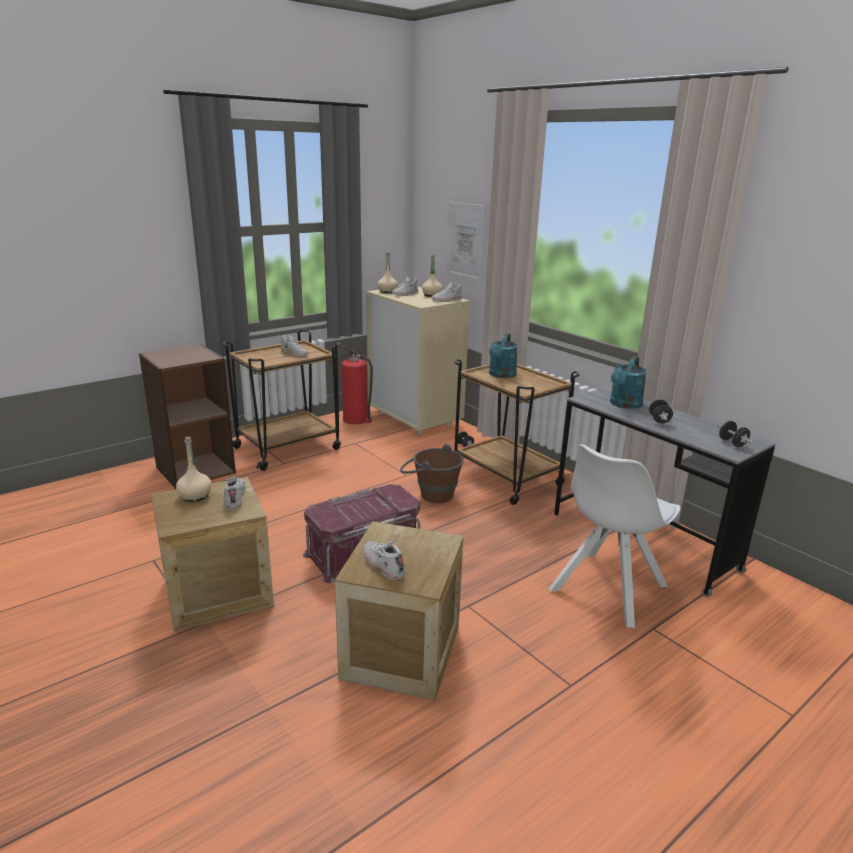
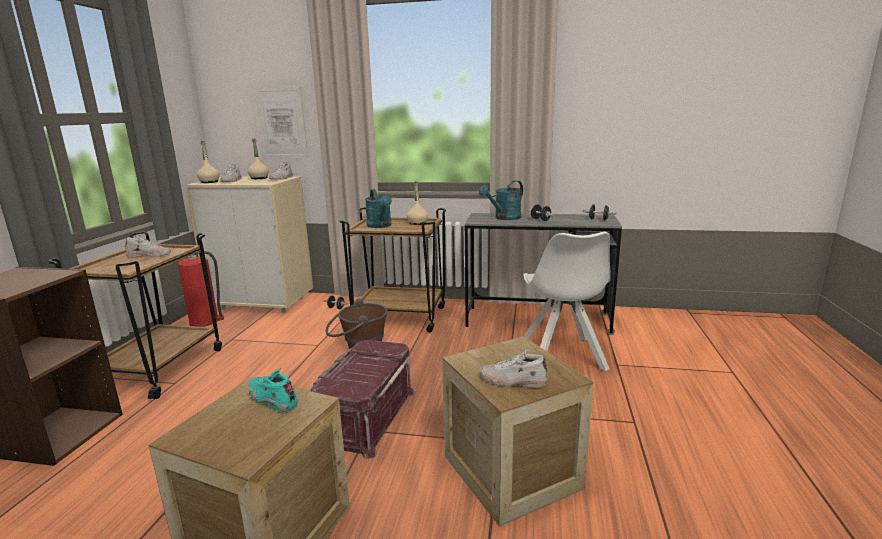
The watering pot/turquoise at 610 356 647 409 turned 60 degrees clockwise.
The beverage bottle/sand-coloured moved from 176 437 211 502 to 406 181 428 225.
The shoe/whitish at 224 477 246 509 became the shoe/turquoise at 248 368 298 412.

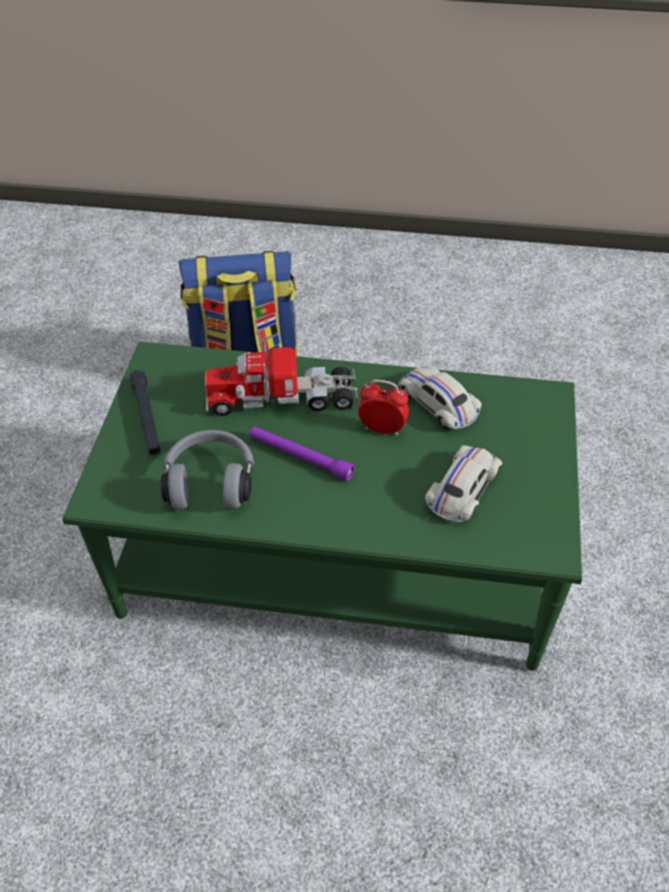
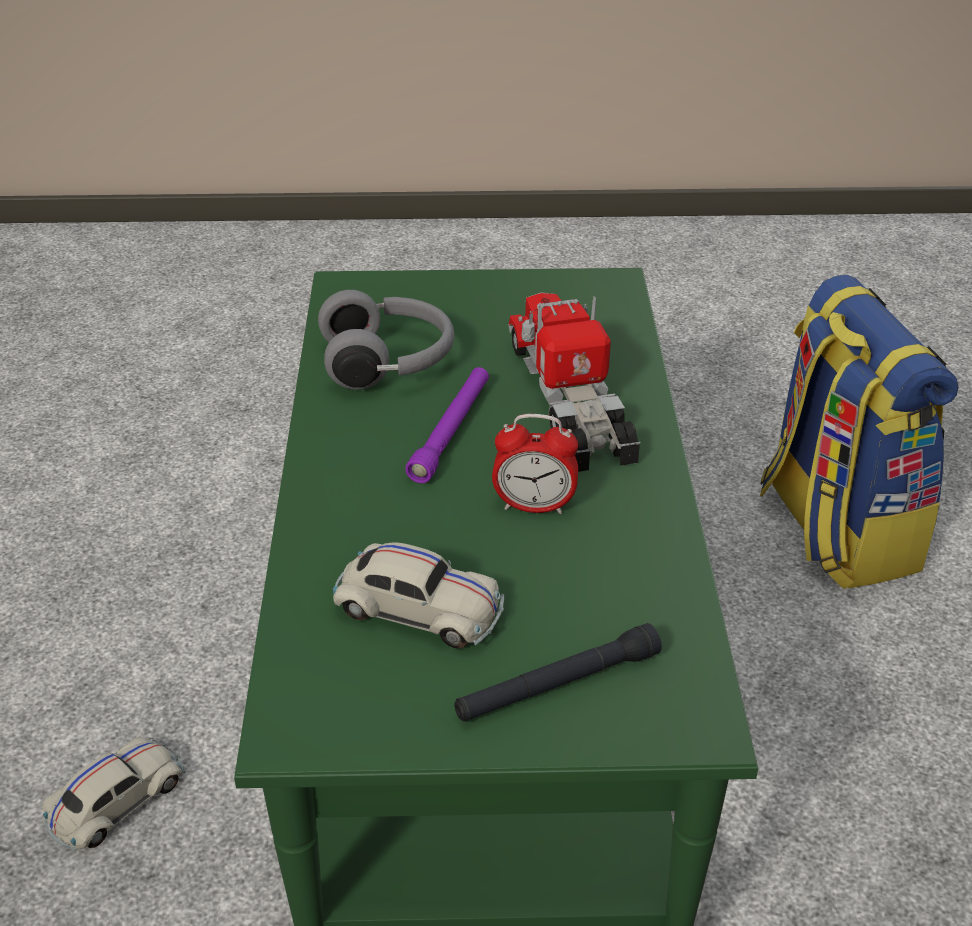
The miniature car/whitish moved from 397 365 481 429 to 42 737 186 850.
The torch/black-coloured moved from 130 370 160 455 to 454 623 662 722.
The bedside clock at 358 380 409 436 turned 90 degrees clockwise.

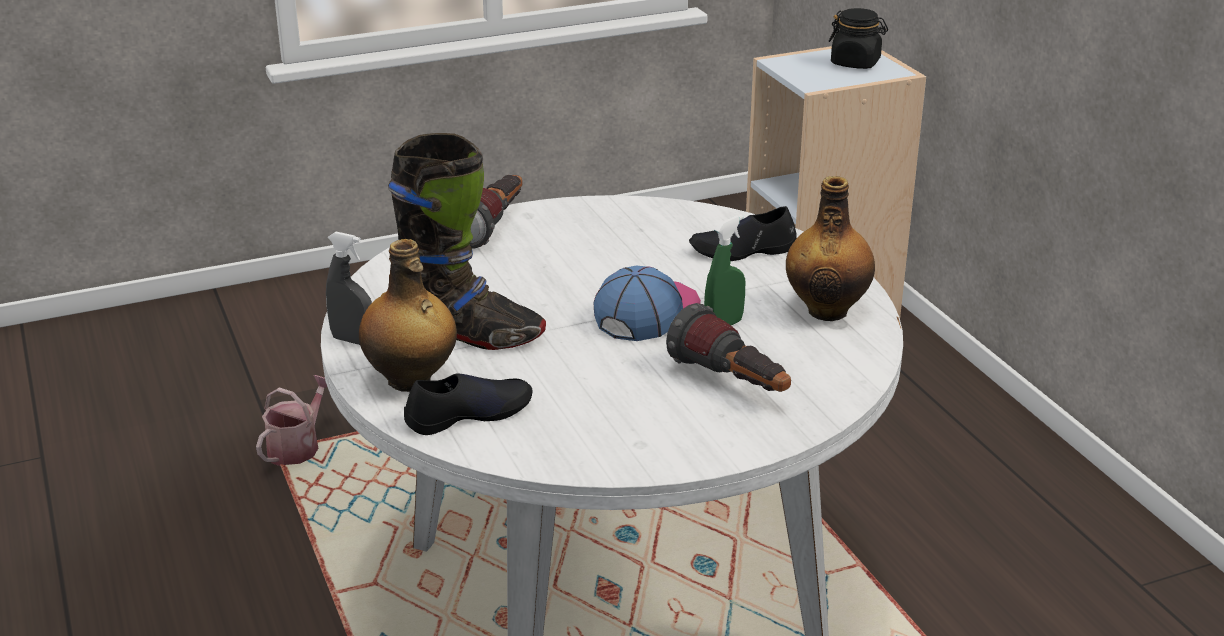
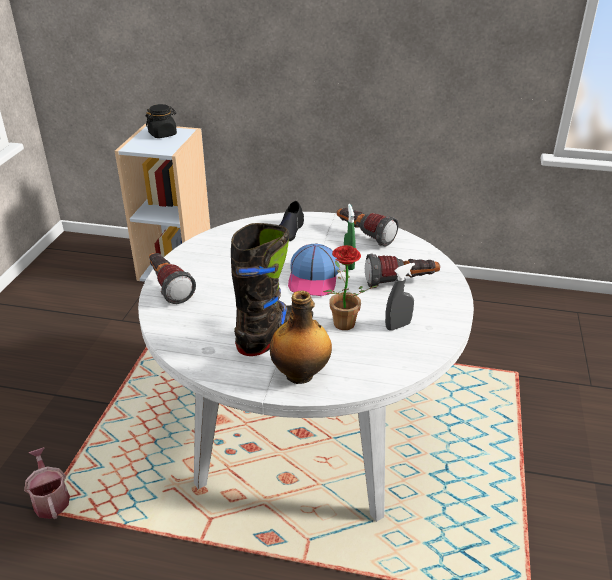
The beverage bottle at 786 176 875 321 was replaced by the torch at 337 208 398 247.
The spray bottle/greyish moved from 326 232 372 345 to 385 263 415 331.
The peaked cap at 594 266 701 341 turned 150 degrees counterclockwise.
The shoe/black-coloured at 404 374 532 435 disappeared.
The potted plant at 323 245 379 330 appeared.

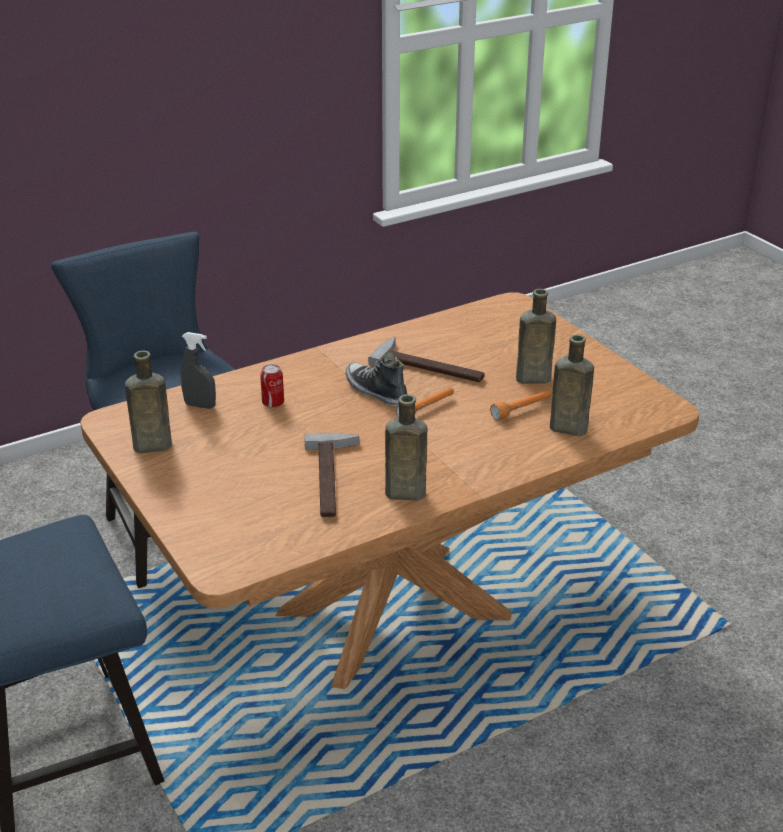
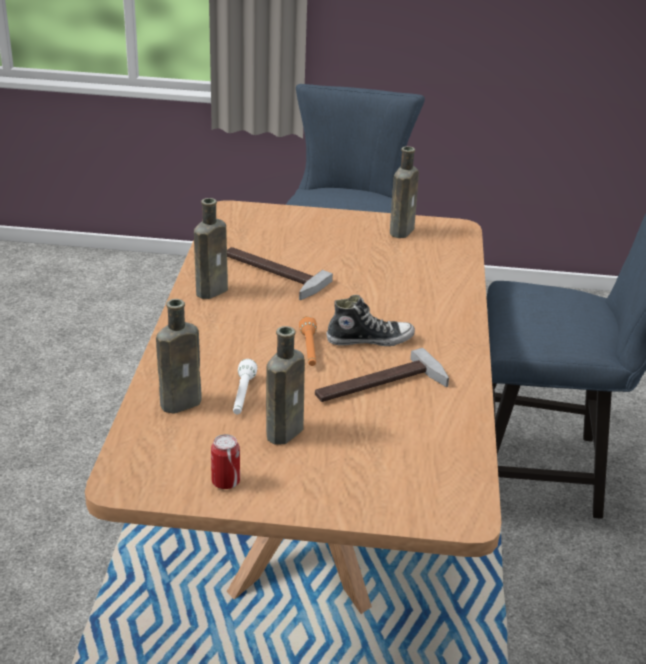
The spray bottle/greyish at 180 332 216 409 disappeared.
The can moved from 260 364 284 408 to 211 434 240 489.
The torch/orange at 490 390 552 420 became the torch/whitish at 233 359 258 414.

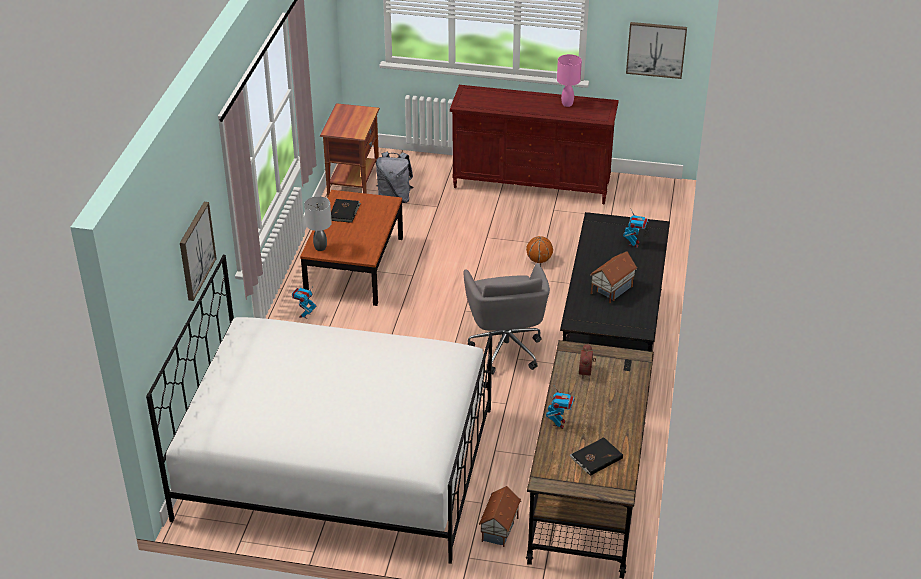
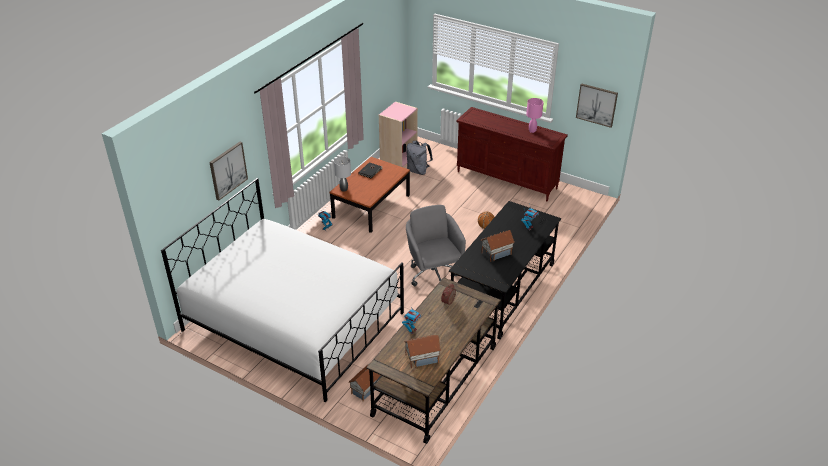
The night table at 320 103 380 197 was replaced by the shelving unit/pink-coloured at 379 101 418 167.
The computer chair/greyish at 463 263 550 374 turned 150 degrees clockwise.
The book/black-coloured at 569 437 623 476 was replaced by the model house at 404 335 441 368.

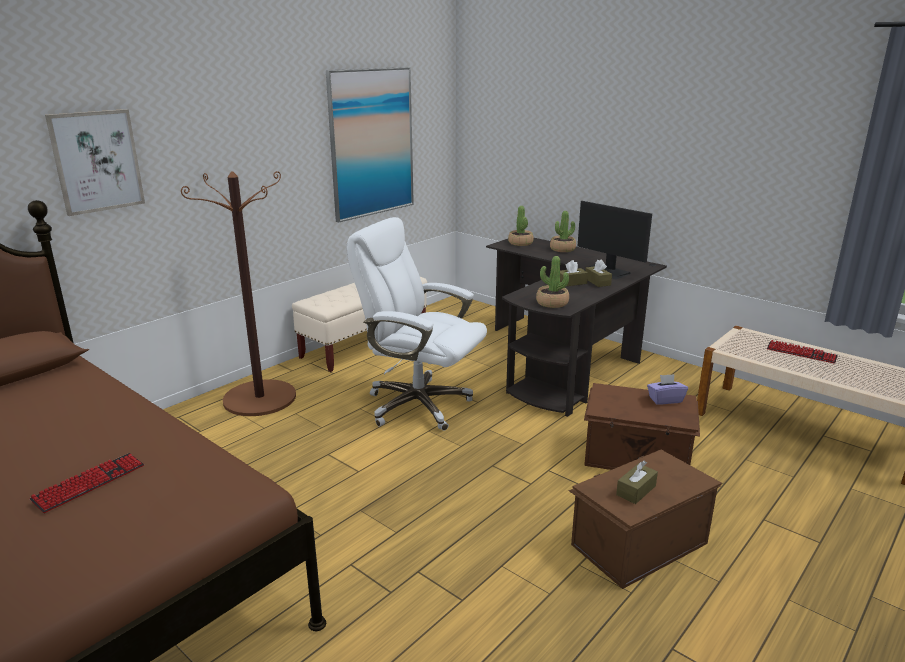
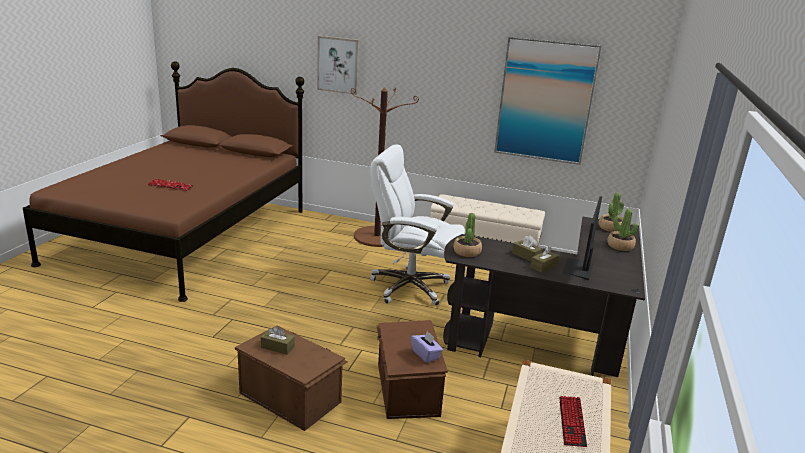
The computer chair/whitish at 347 217 487 431 turned 75 degrees counterclockwise.

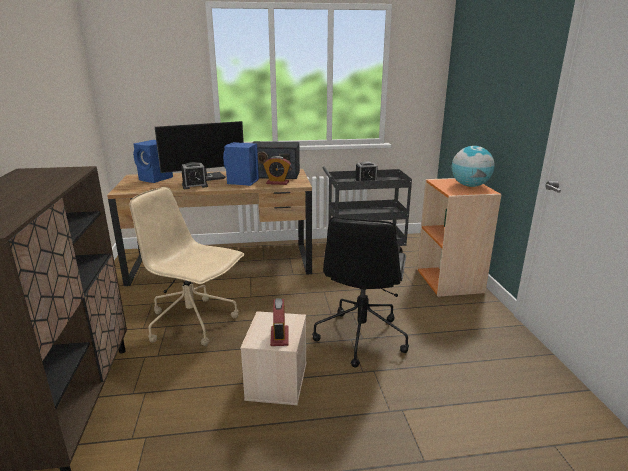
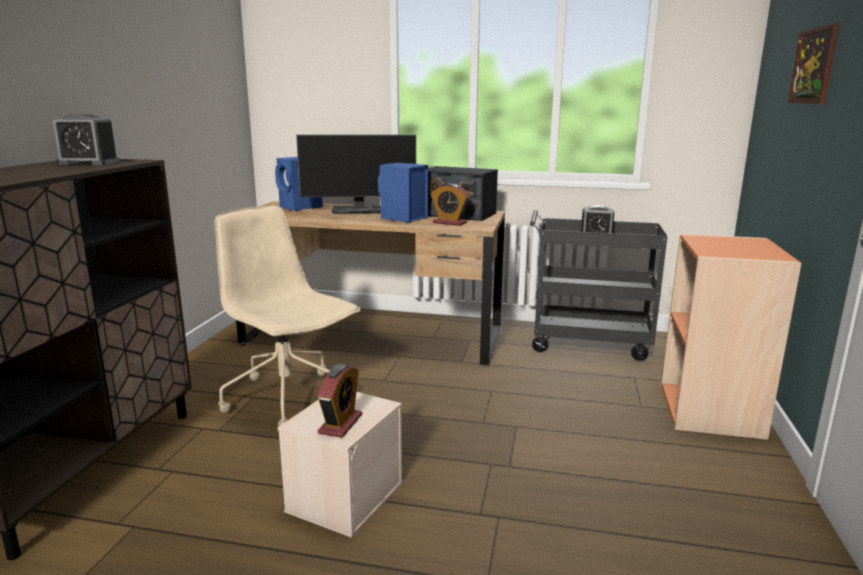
The desk globe at 452 146 495 187 disappeared.
The bedside clock moved from 181 162 208 189 to 53 114 119 165.
The computer chair/black-coloured at 312 217 409 368 disappeared.
The wall picture at 788 23 840 104 appeared.

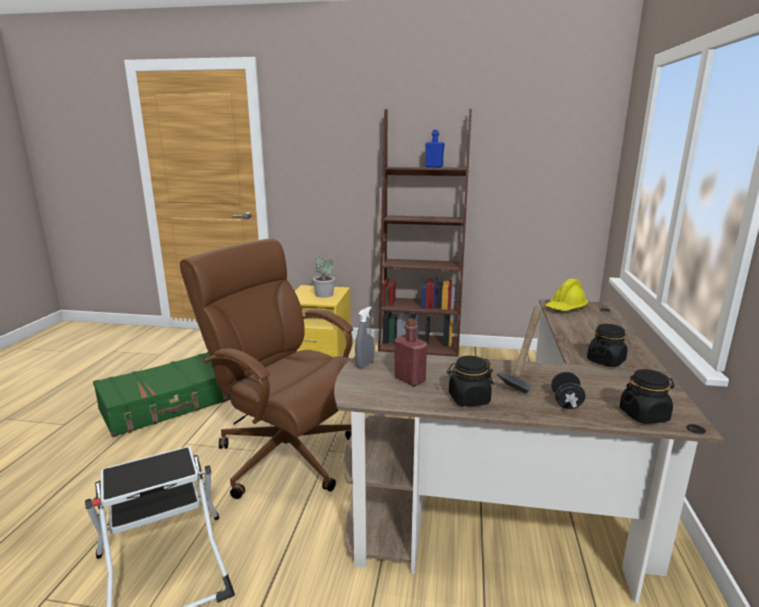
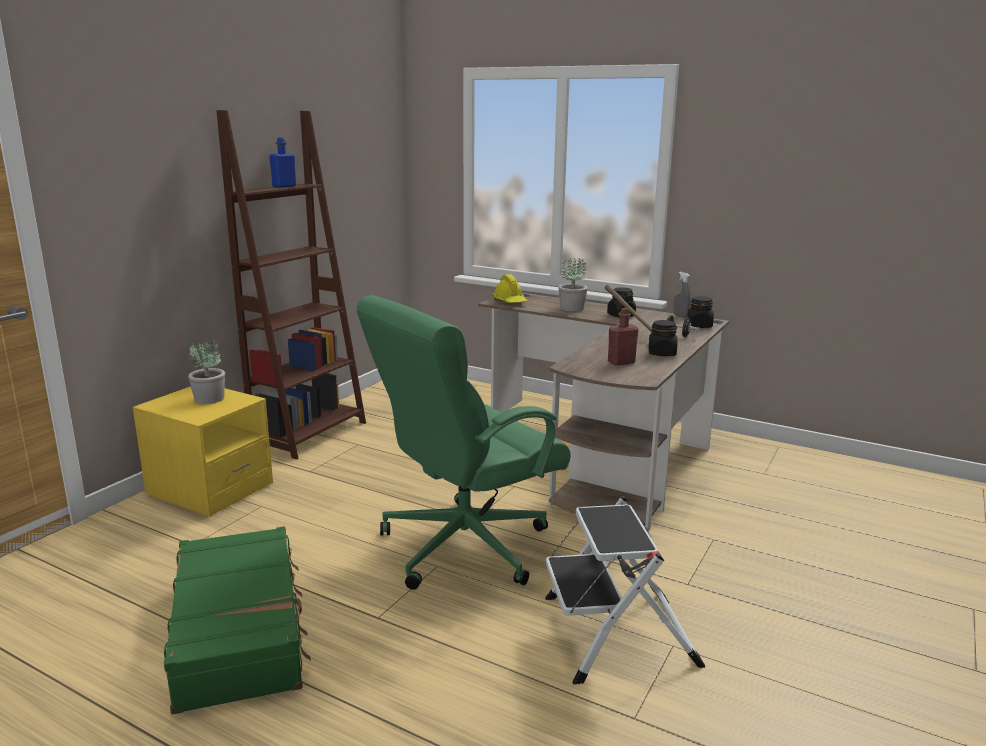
The computer chair/brownish at 180 238 353 499 became the computer chair/greenish at 357 295 570 590.
The spray bottle/greyish moved from 355 307 374 369 to 674 272 690 318.
The potted plant at 558 258 588 311 appeared.

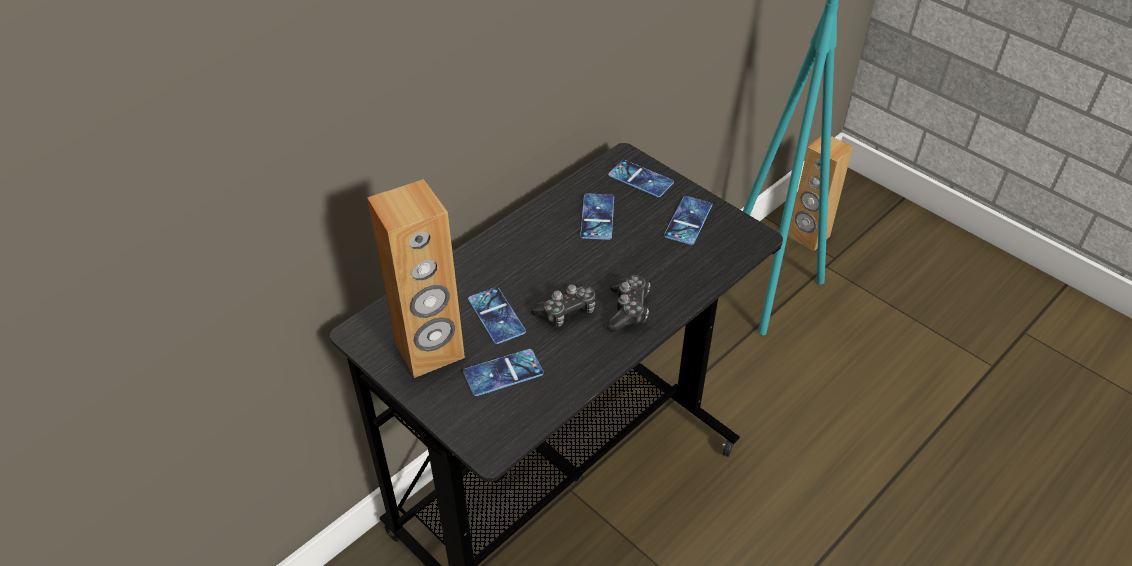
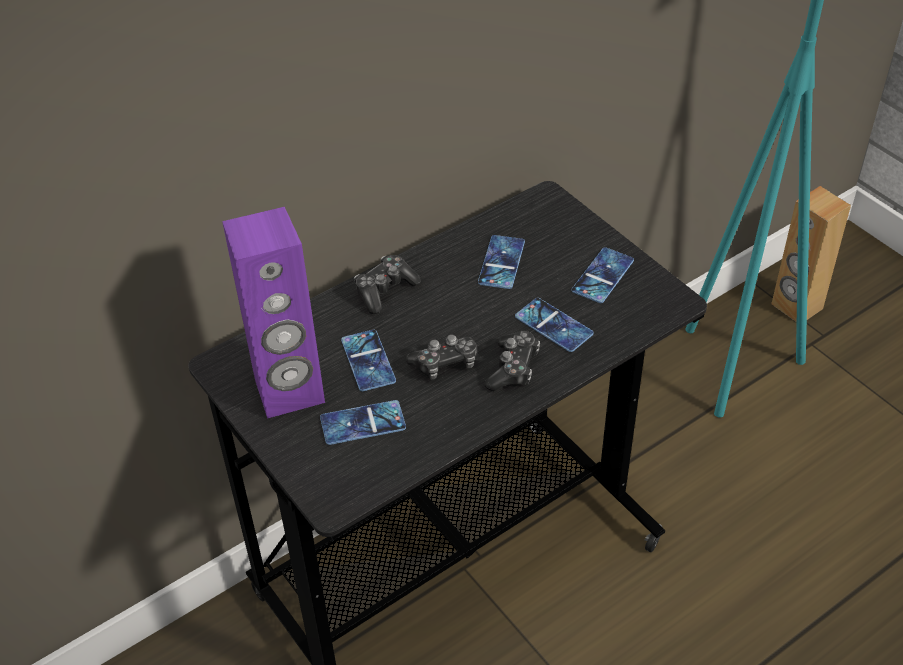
The handset moved from 608 160 674 197 to 515 298 594 352.
The speaker/brownish at 367 179 465 378 became the speaker/purple at 222 207 325 419.
The game controller at 354 255 421 314 appeared.

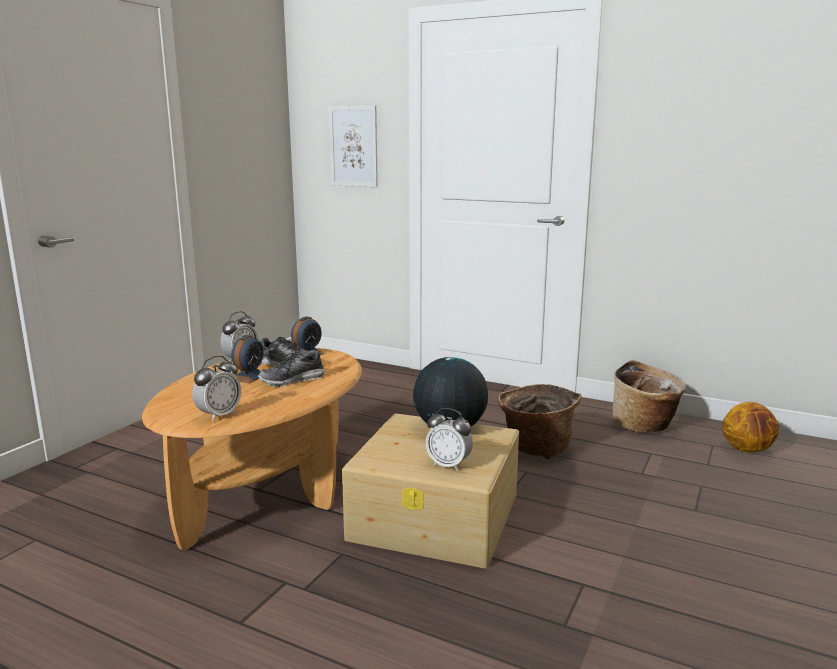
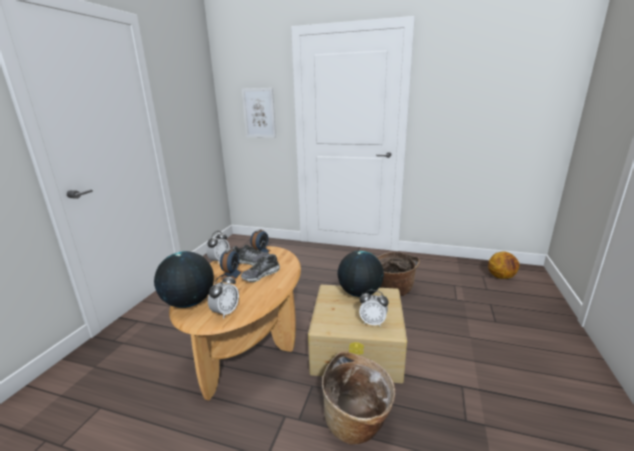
The storage basket moved from 613 360 686 433 to 322 351 395 444.
The desk globe at 154 251 214 308 appeared.

